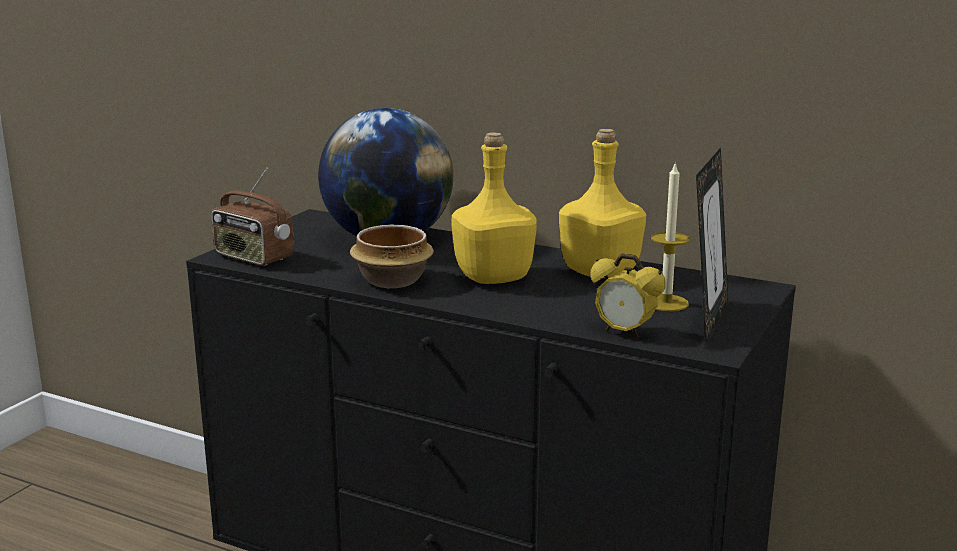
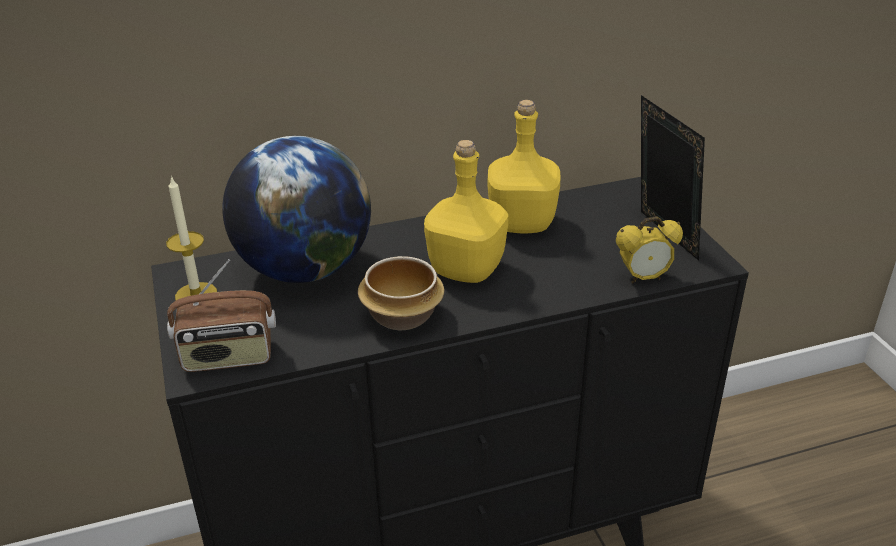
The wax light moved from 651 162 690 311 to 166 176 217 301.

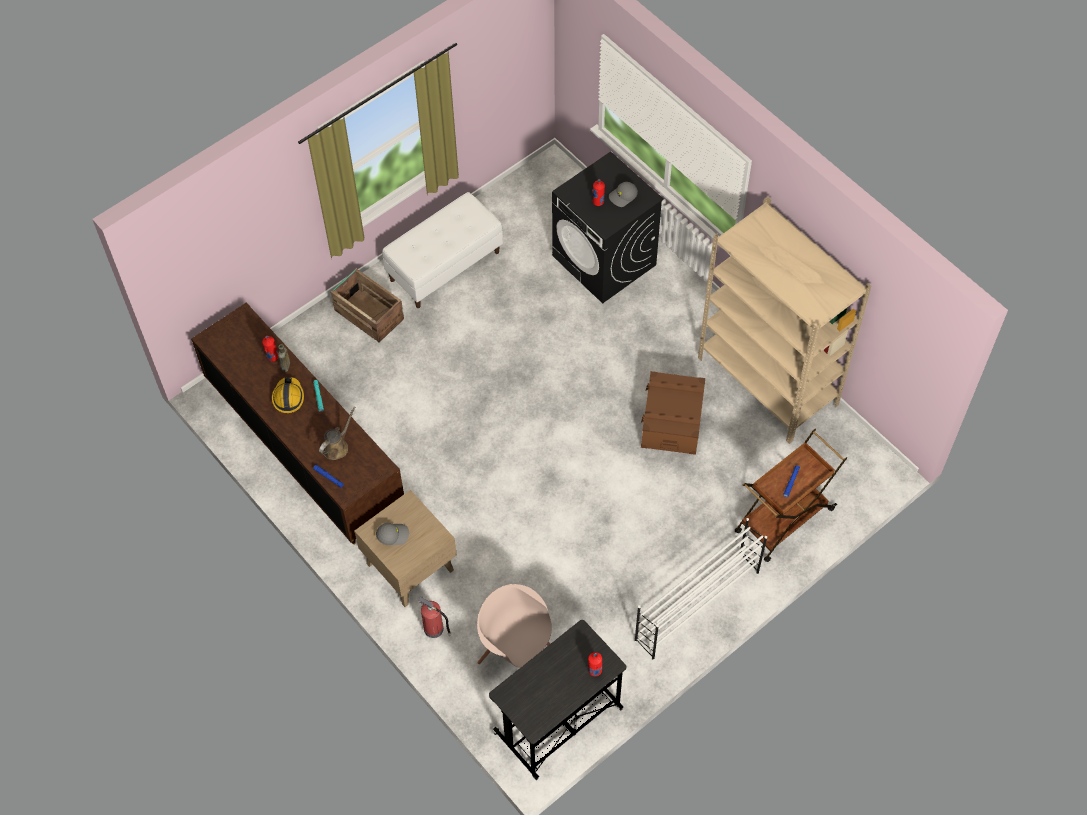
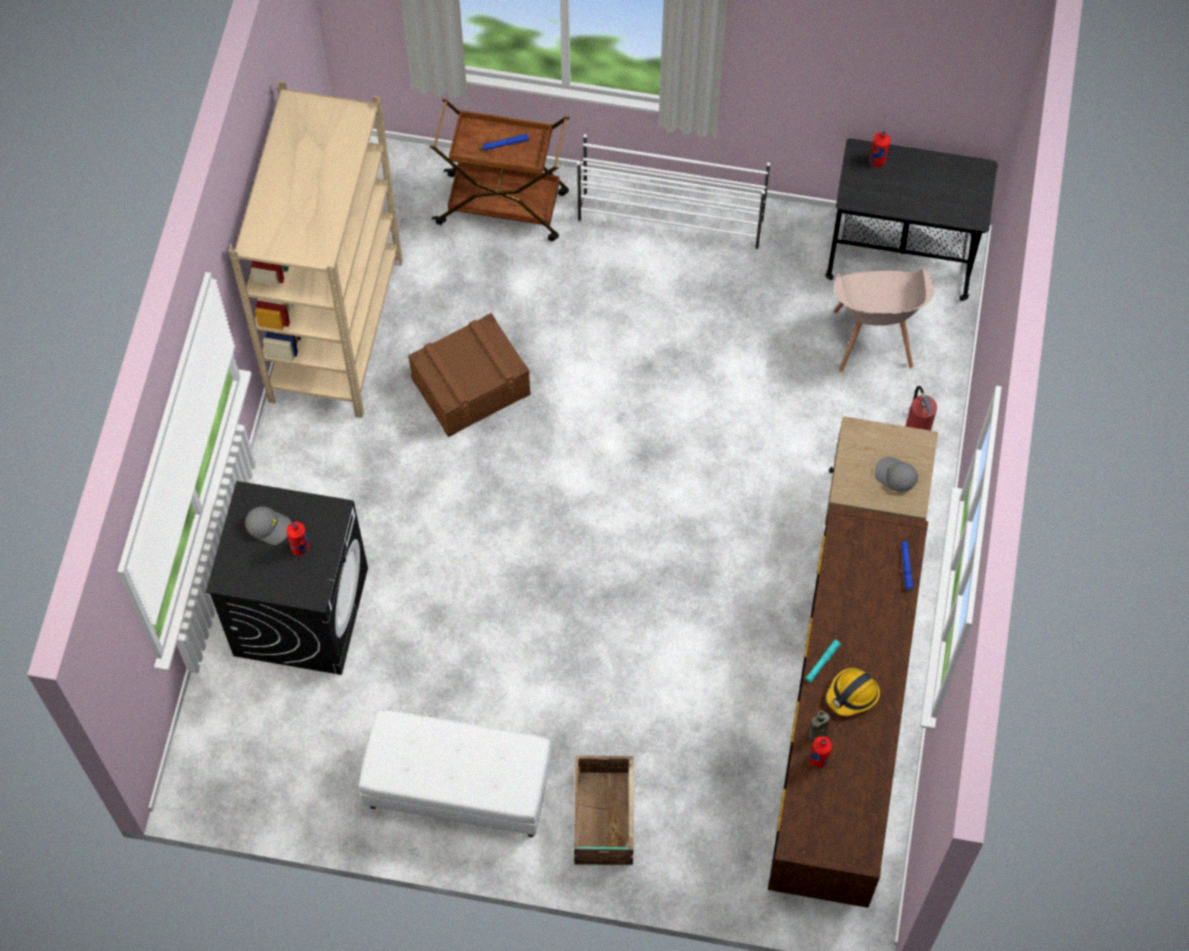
The watering pot/brownish at 319 406 356 460 disappeared.

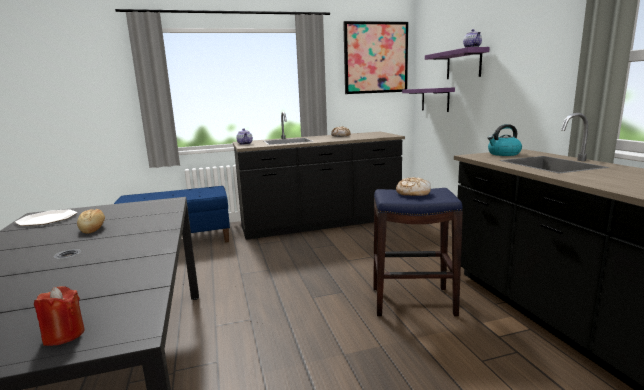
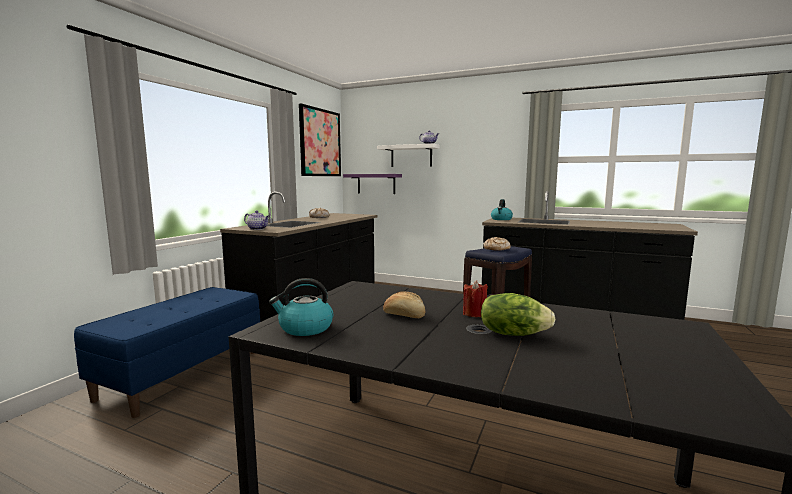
The bracket shelf/purple at 425 47 490 79 became the bracket shelf/whitish at 377 144 440 167.
The dinner plate at 15 209 77 226 was replaced by the tea kettle at 269 278 333 336.
The wax light/red-coloured moved from 34 286 85 346 to 463 280 488 317.
The head of lettuce at 481 293 555 336 appeared.

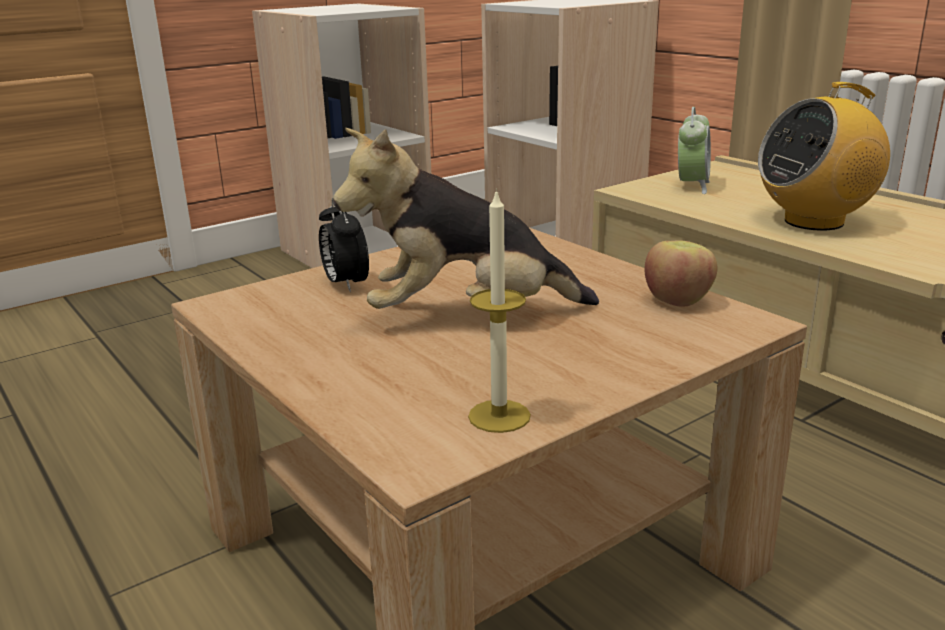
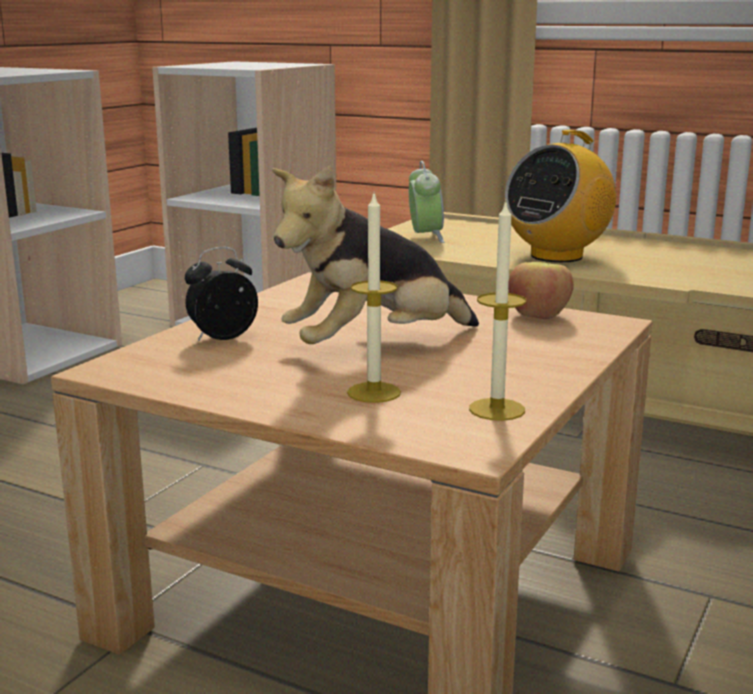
The bedside clock at 319 197 369 292 turned 105 degrees clockwise.
The wax light at 347 191 401 403 appeared.

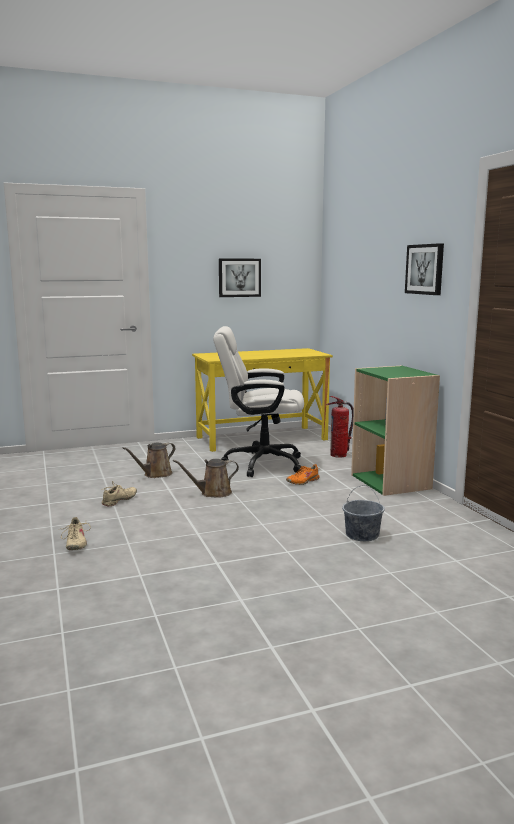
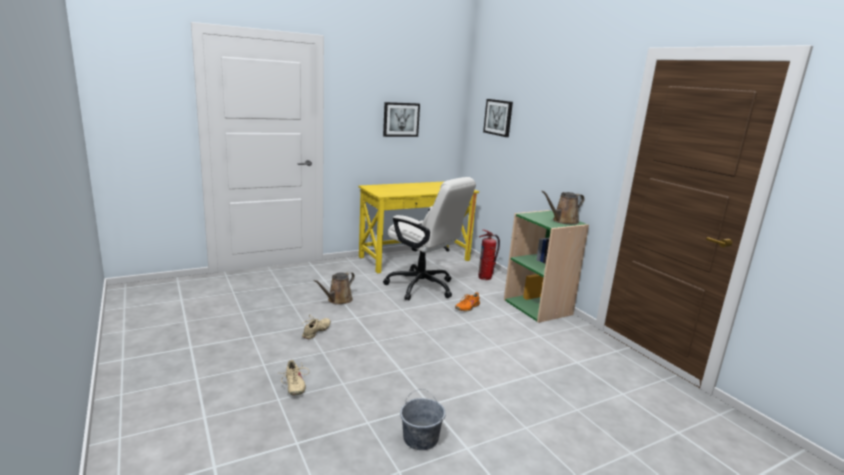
The wall picture moved from 405 243 444 295 to 483 99 513 137.
The computer chair/whitish at 213 326 304 477 turned 135 degrees counterclockwise.
The watering pot/brownish moved from 173 459 239 498 to 541 191 585 224.
The bucket/greyish moved from 342 485 385 541 to 400 389 446 450.

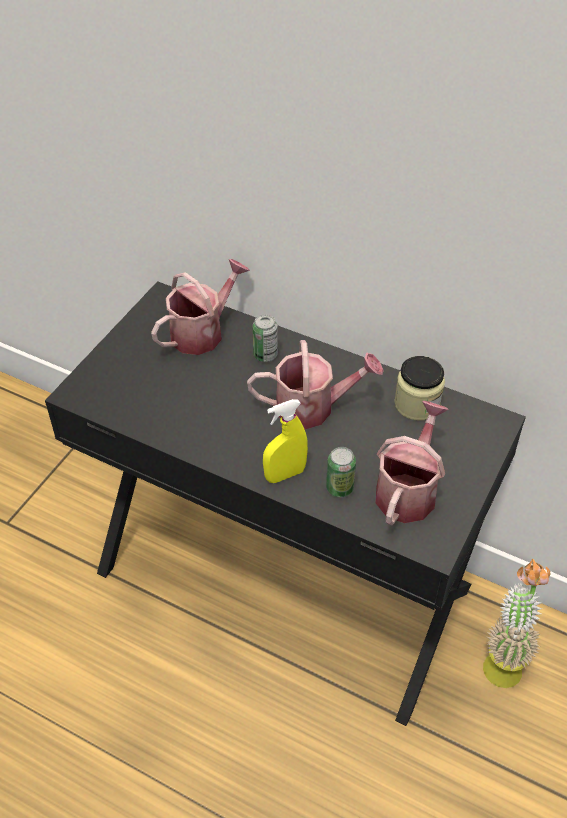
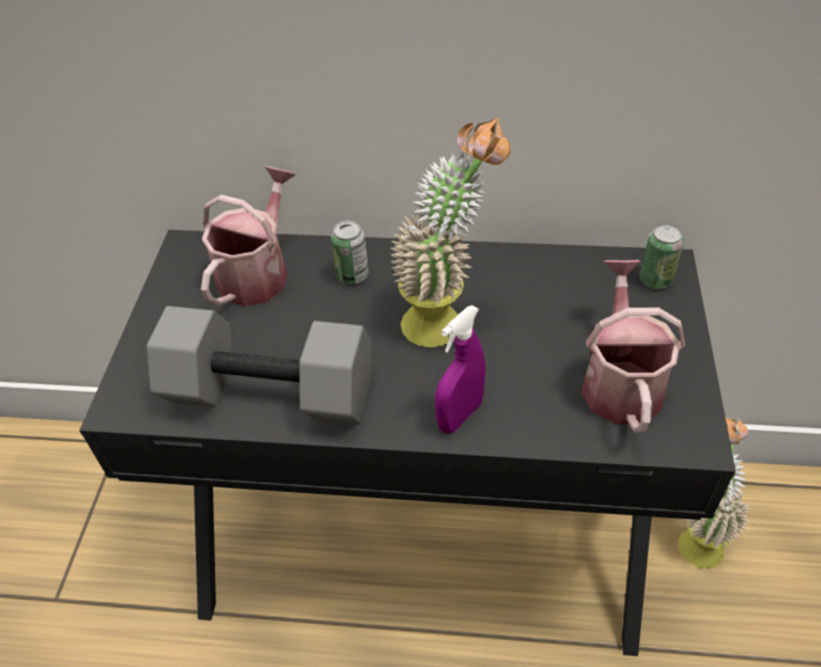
The watering pot at 247 340 384 429 was replaced by the potted plant at 391 118 511 348.
The preserve jar at 394 356 445 421 disappeared.
The spray bottle/yellow-coloured at 263 399 308 483 became the spray bottle/purple at 435 305 486 433.
The can moved from 326 447 356 497 to 639 223 684 289.
The free weight/greyish at 147 306 372 424 appeared.

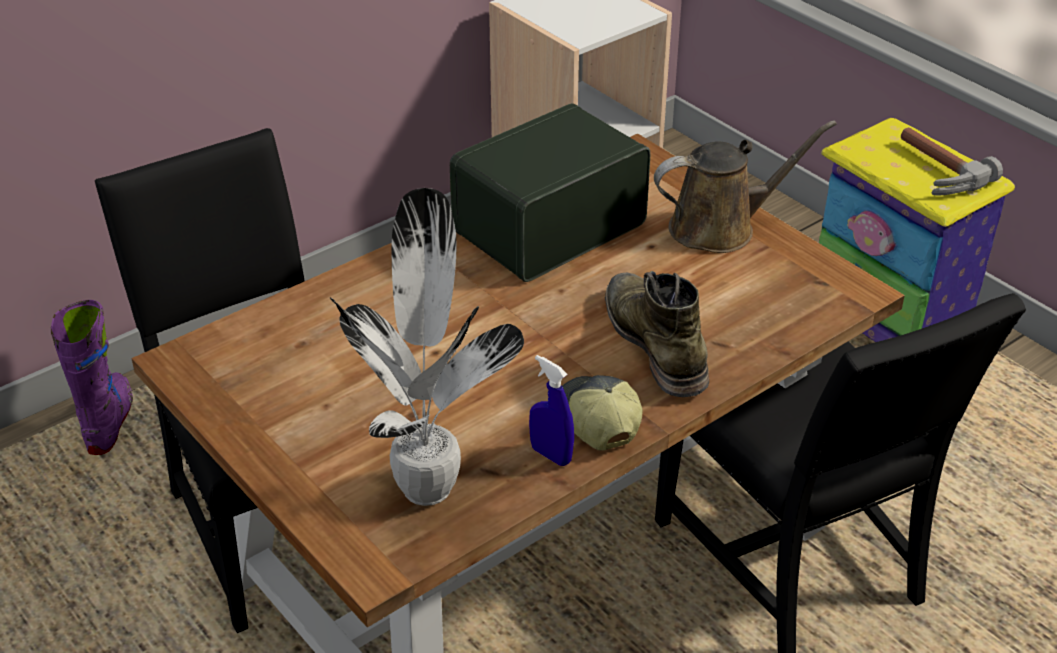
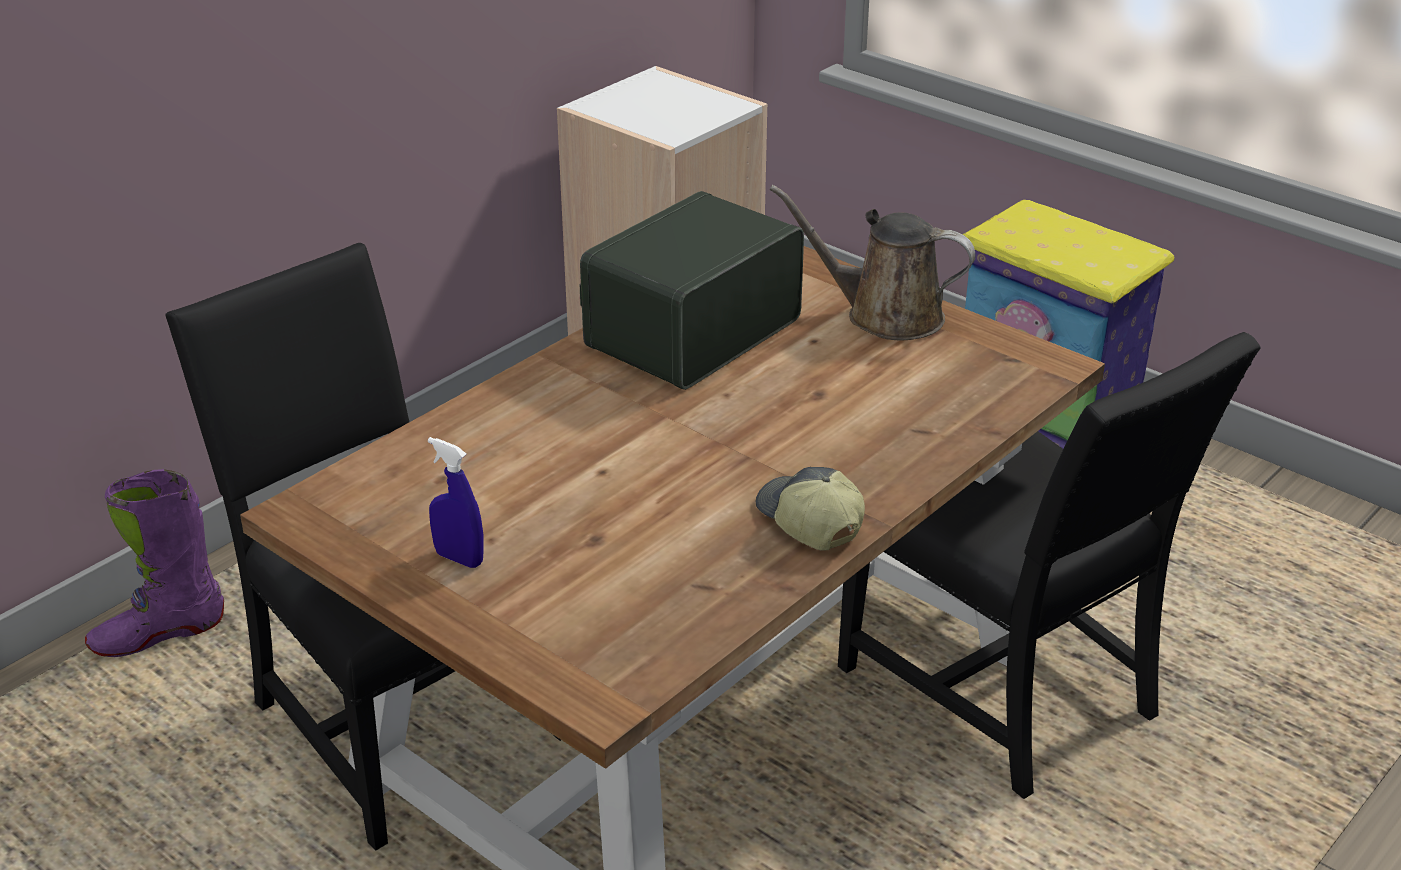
The watering pot/brownish at 654 121 837 253 turned 135 degrees counterclockwise.
The tool hammer at 901 127 1003 196 disappeared.
The potted plant at 329 188 524 506 disappeared.
The boot/greenish at 605 271 709 397 disappeared.
The boot/purple at 51 300 133 455 turned 105 degrees counterclockwise.
The spray bottle/blue moved from 529 355 574 466 to 428 437 484 568.

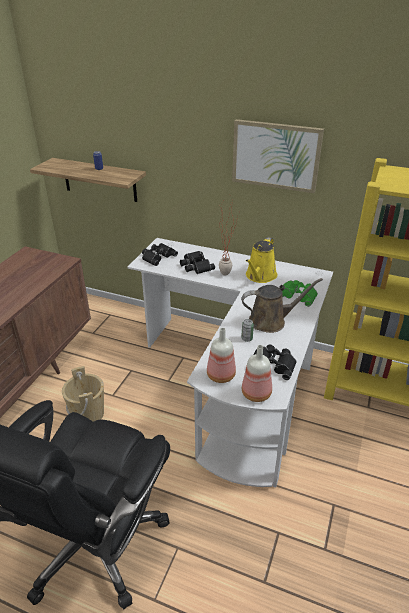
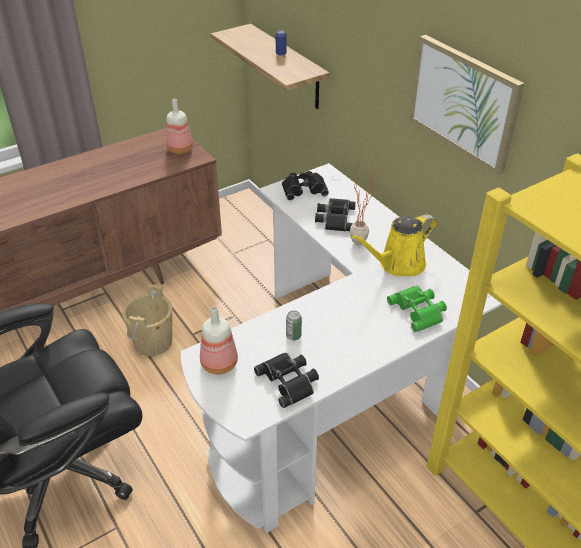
The watering pot/brownish at 241 278 323 333 disappeared.
The beverage bottle moved from 242 345 272 402 to 166 99 193 154.

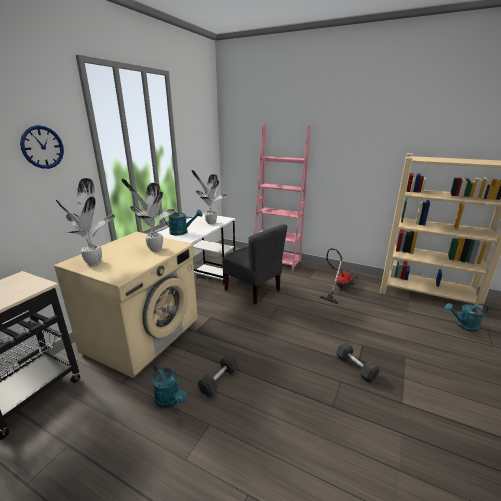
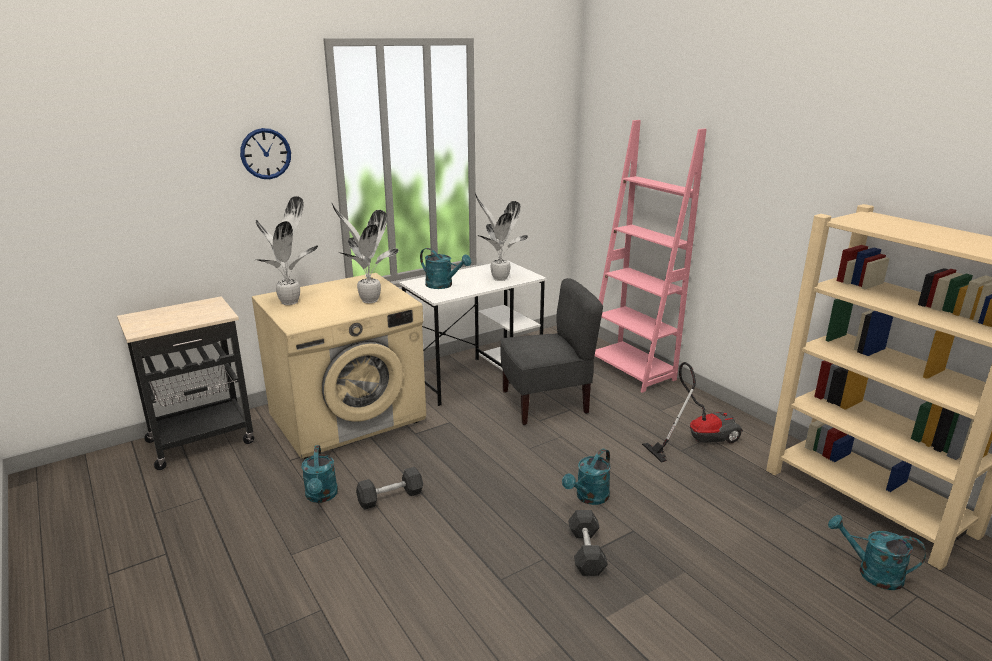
The chair/greyish at 222 224 287 304 turned 90 degrees counterclockwise.
The watering pot/turquoise at 562 449 611 505 appeared.

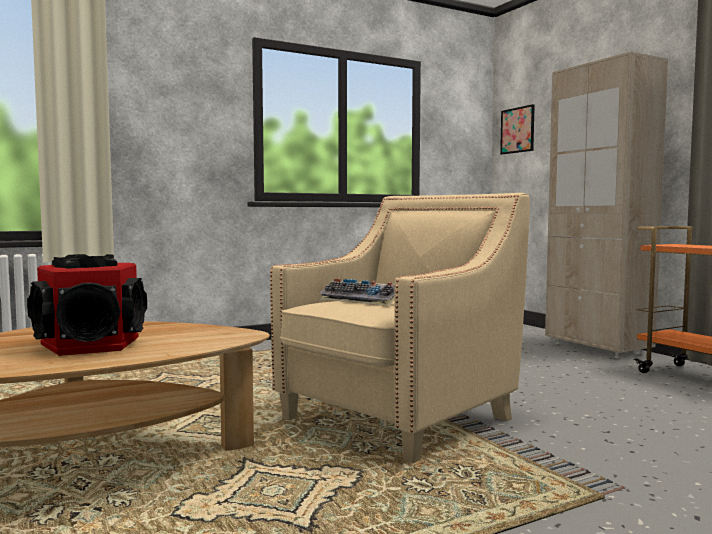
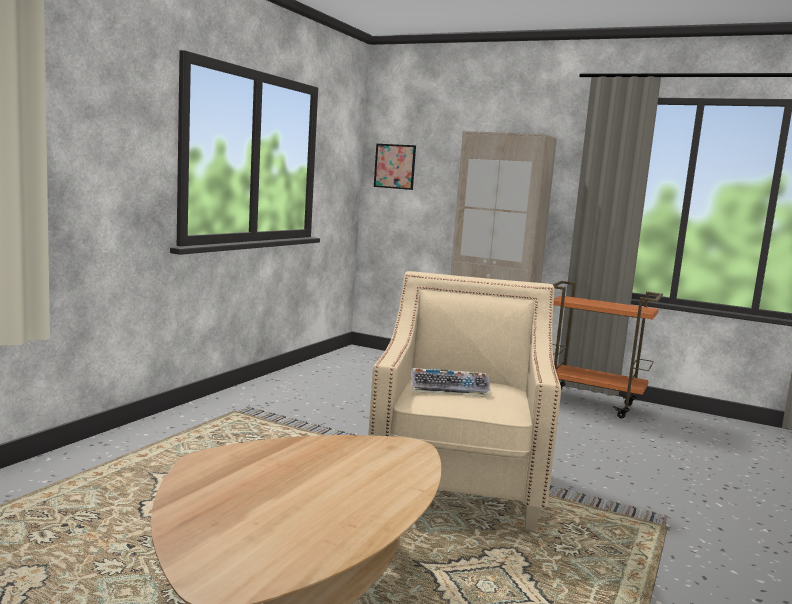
The speaker at 27 254 147 356 disappeared.

